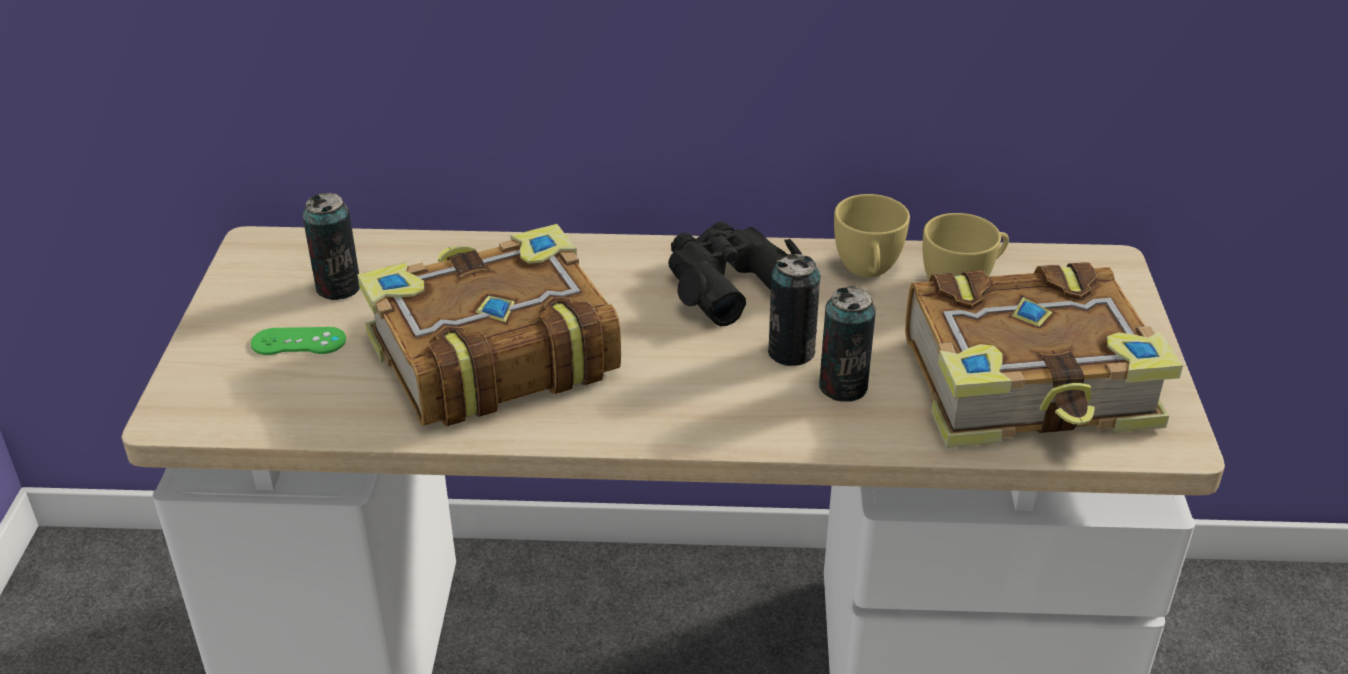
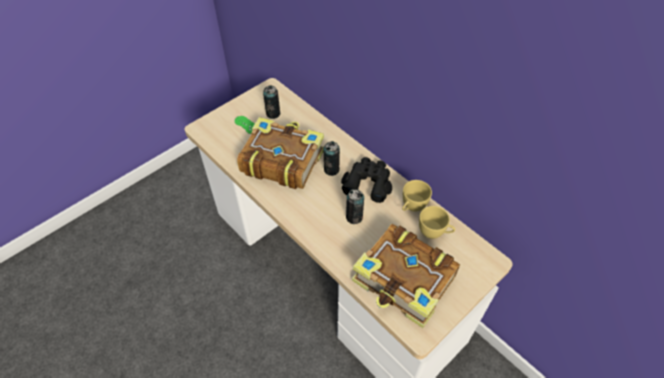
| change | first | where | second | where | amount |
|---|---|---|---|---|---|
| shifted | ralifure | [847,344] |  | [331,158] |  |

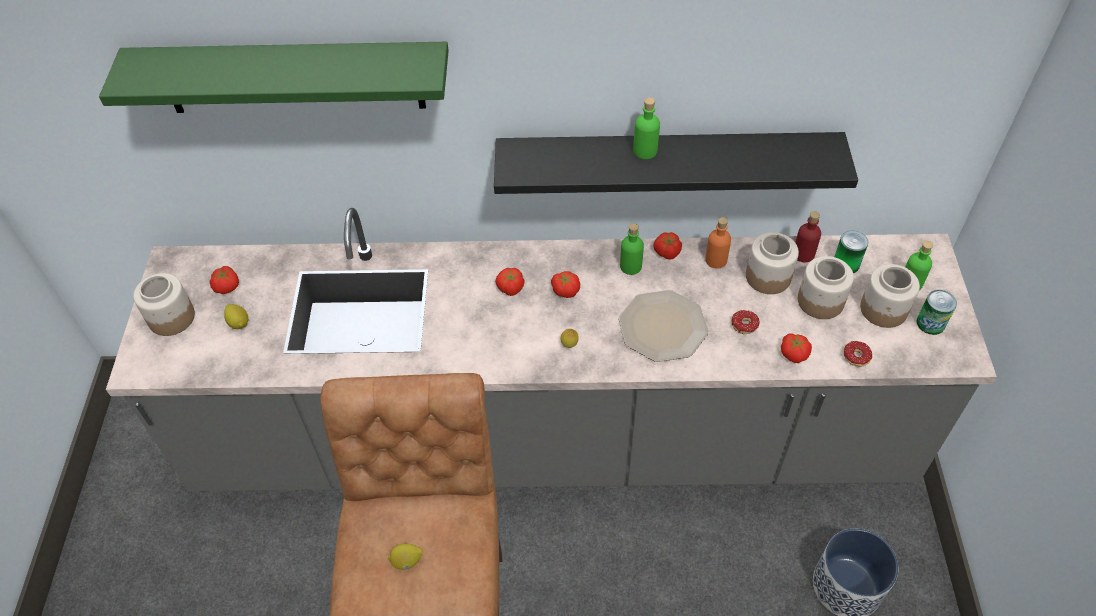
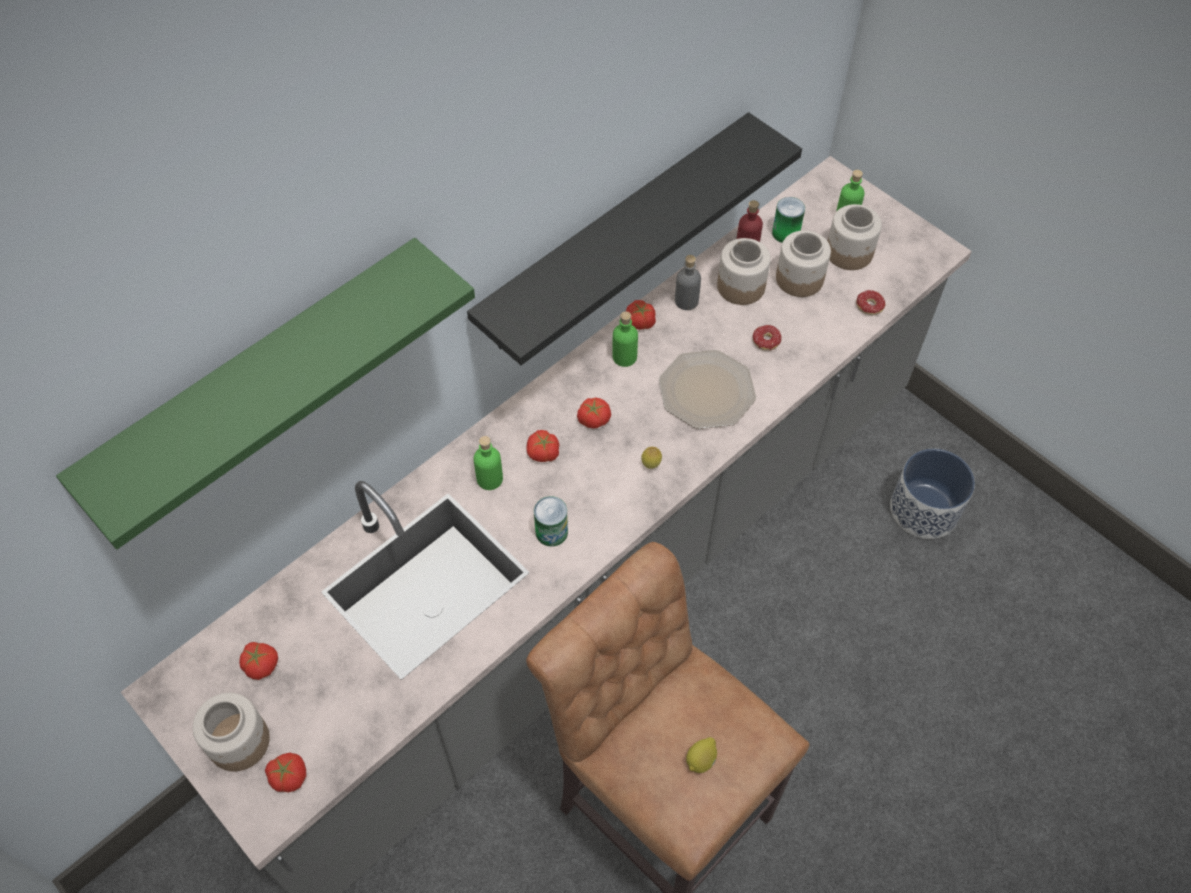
| change | first | where | second | where | amount |
|---|---|---|---|---|---|
| gone | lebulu | [236,316] |  |  |  |
| shifted | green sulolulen | [646,128] |  | [488,463] |  |
| shifted | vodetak | [796,348] |  | [285,773] |  |
| shifted | ralifure | [937,312] |  | [551,521] |  |
| repainted | orange sulolulen | [718,243] | grey sulolulen | [688,282] |  |

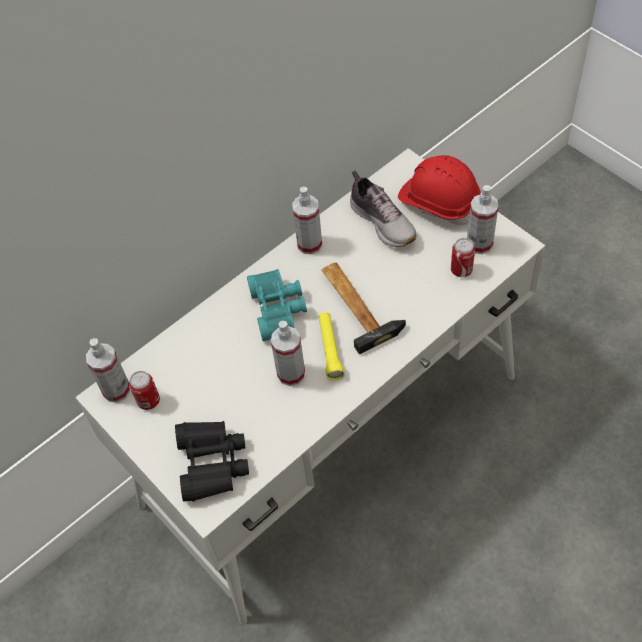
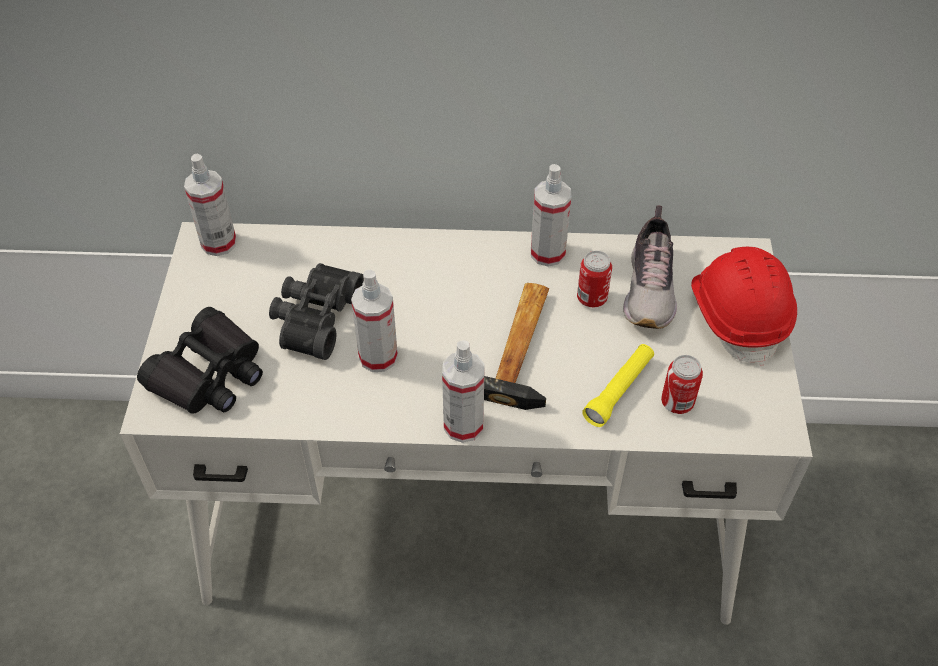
| change | first | where | second | where | amount |
|---|---|---|---|---|---|
| gone | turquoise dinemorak | [277,305] |  |  |  |
| new |  |  | black dinemorak | [316,311] |  |
| shifted | ralifure | [144,390] |  | [594,279] |  |
| shifted | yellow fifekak | [331,346] |  | [618,385] |  |
| shifted | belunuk | [483,219] |  | [463,391] |  |

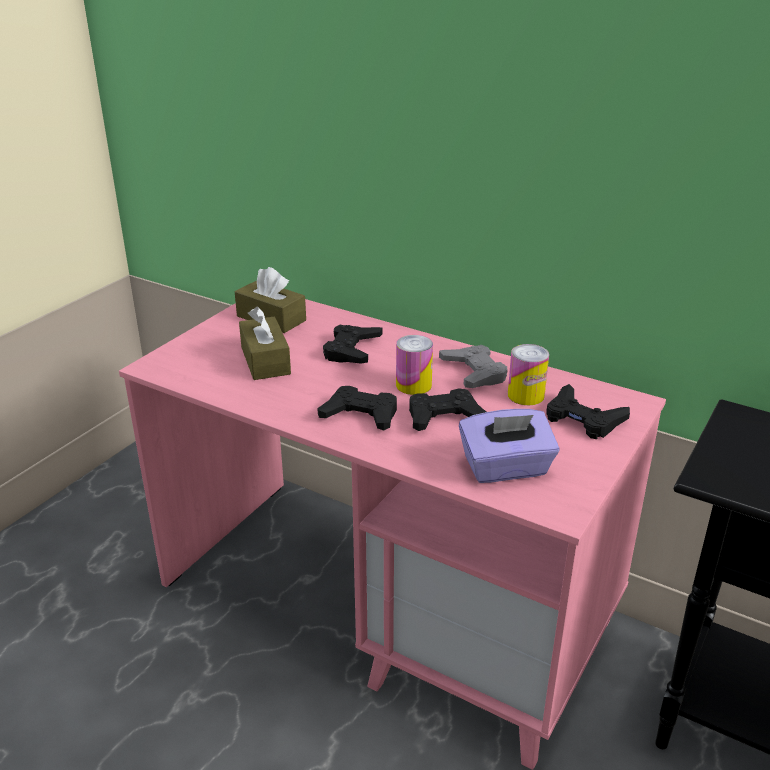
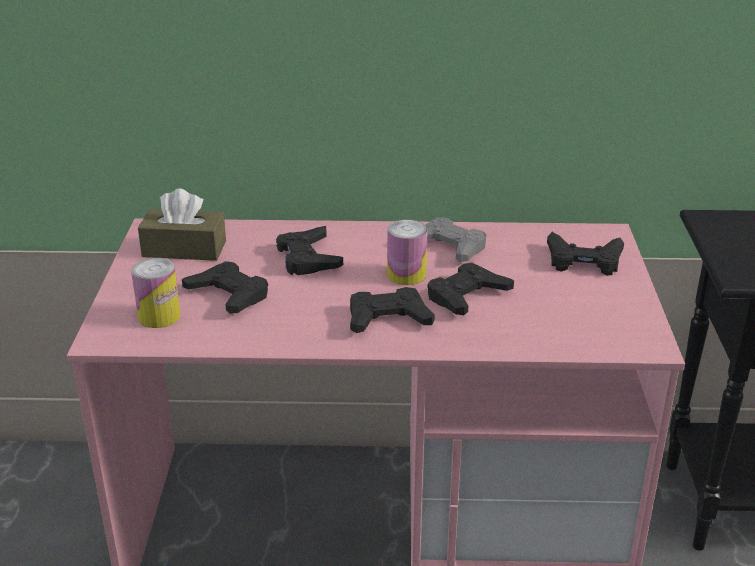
| change | first | where | second | where | amount |
|---|---|---|---|---|---|
| gone | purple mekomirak | [509,446] |  |  |  |
| shifted | ralifure | [528,374] |  | [156,293] |  |
| swapped | brown mekomirak | [265,343] | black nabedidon | [225,287] |  |

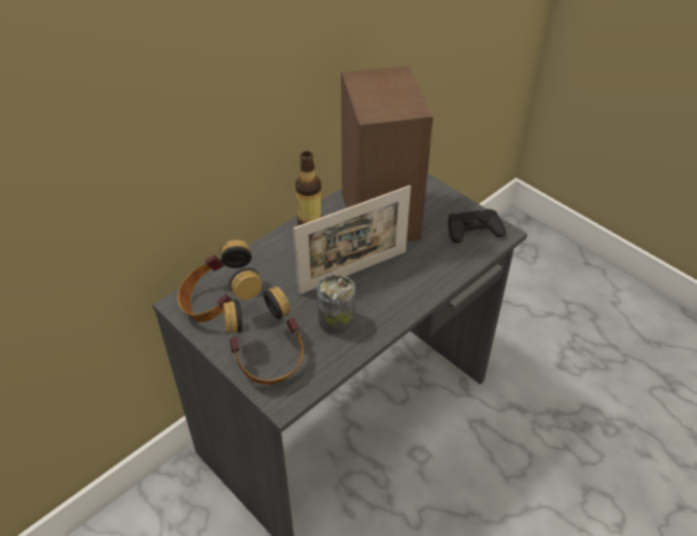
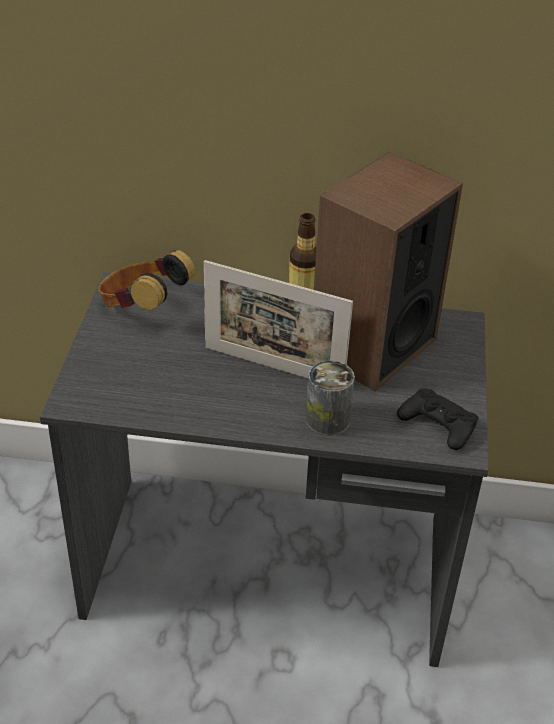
| change | first | where | second | where | amount |
|---|---|---|---|---|---|
| gone | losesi | [263,335] |  |  |  |
| shifted | ralifure | [336,305] |  | [330,398] |  |

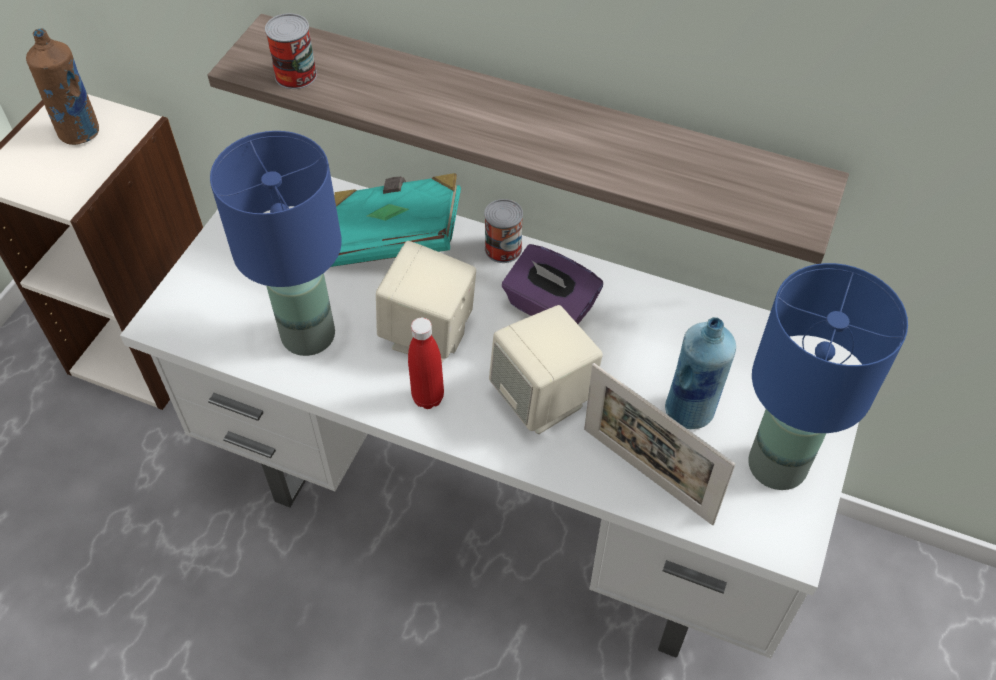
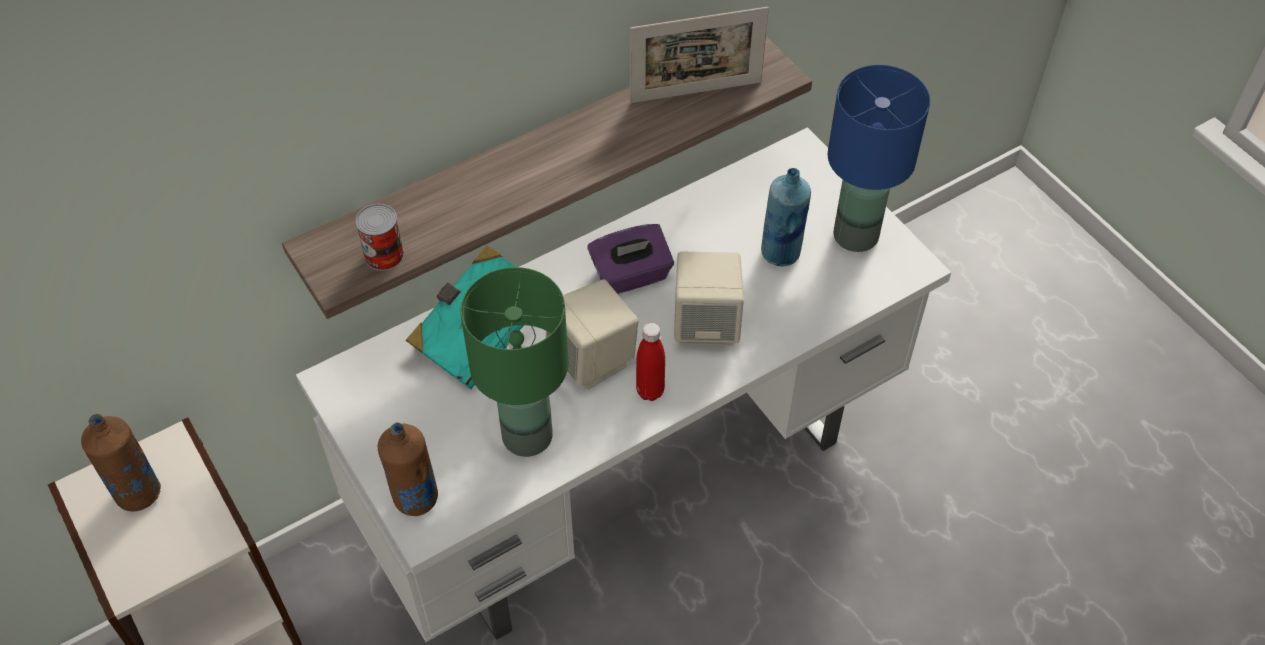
| change | first | where | second | where | amount |
|---|---|---|---|---|---|
| gone | ralifure | [503,231] |  |  |  |
| new |  |  | brown sulolulen | [408,469] |  |
| shifted | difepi | [660,444] |  | [699,55] |  |
| repainted | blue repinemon | [276,243] | green repinemon | [515,362] |  |

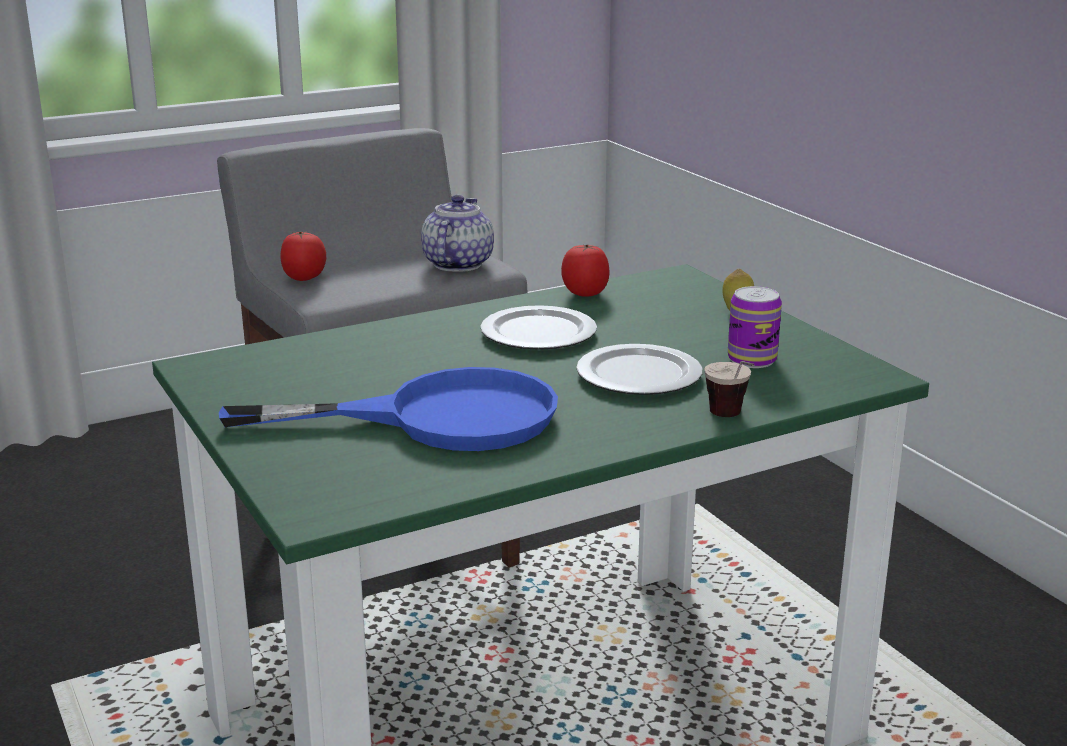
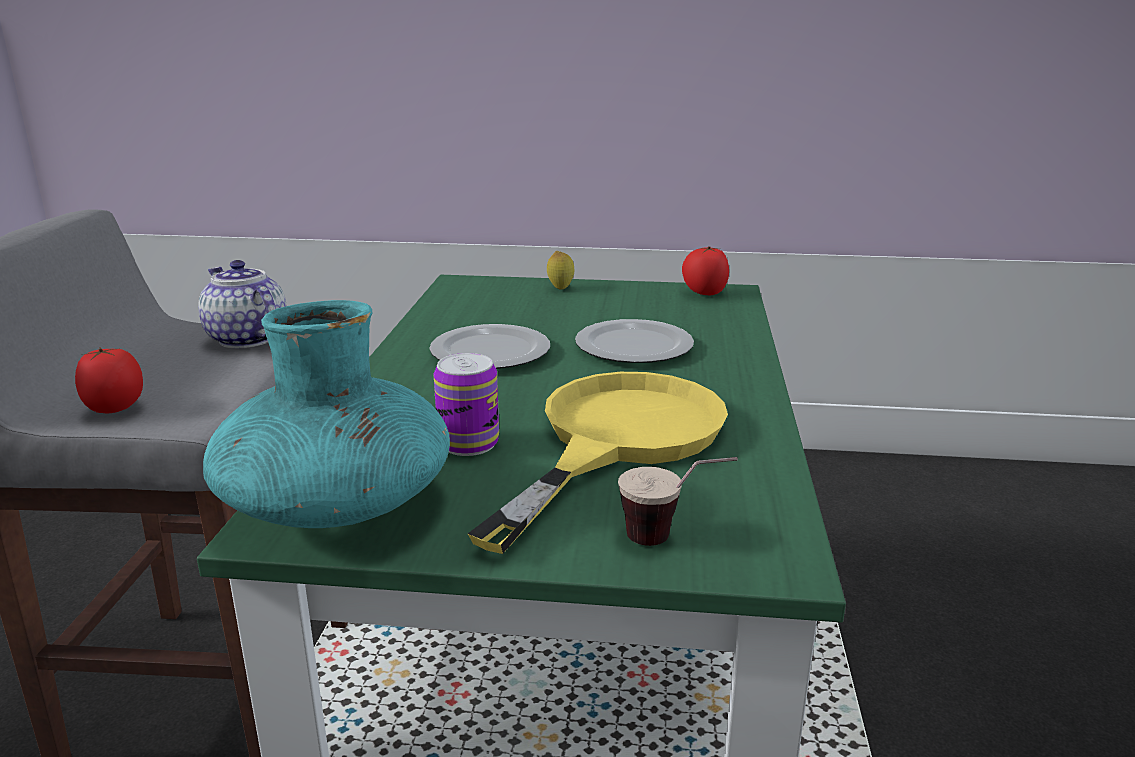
| change | first | where | second | where | amount |
|---|---|---|---|---|---|
| new |  |  | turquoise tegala | [326,414] |  |
| shifted | vodetak | [585,270] |  | [705,270] |  |
| shifted | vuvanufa | [729,389] |  | [678,501] |  |
| shifted | ralifure | [755,327] |  | [466,404] |  |
| repainted | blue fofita | [388,409] | yellow fofita | [598,463] |  |

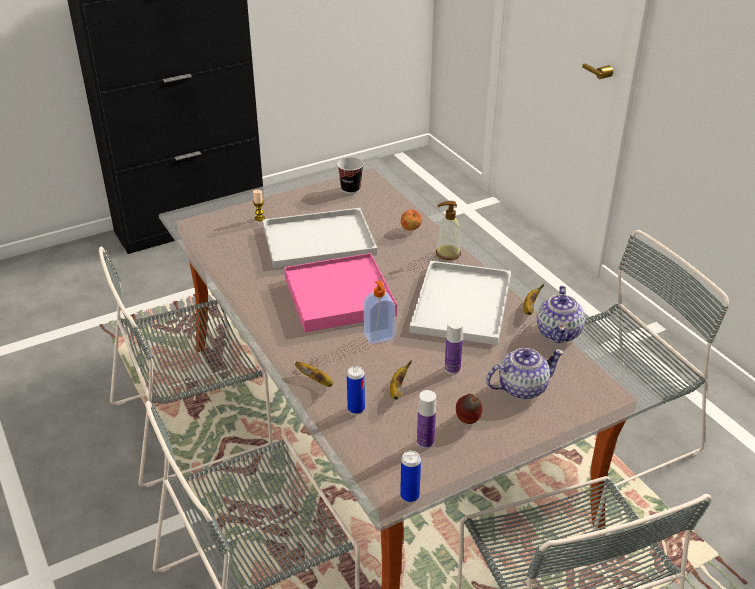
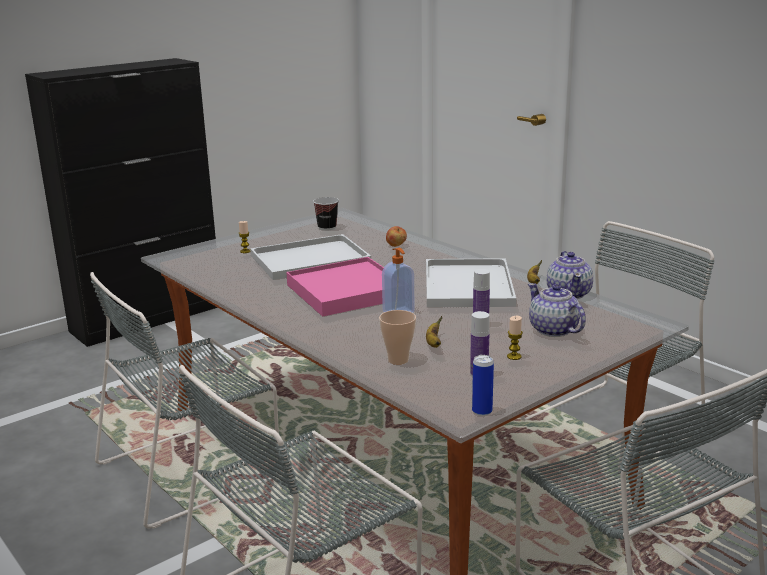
| change | first | where | second | where | amount |
|---|---|---|---|---|---|
| gone | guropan | [314,374] |  |  |  |
| gone | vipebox | [448,230] |  |  |  |
| swapped | ralifure | [356,390] | vuvanufa | [397,337] |  |
| swapped | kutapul | [469,409] | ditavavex | [515,338] |  |
| rotated | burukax | [525,373] |  | [557,310] | 90 degrees counterclockwise |

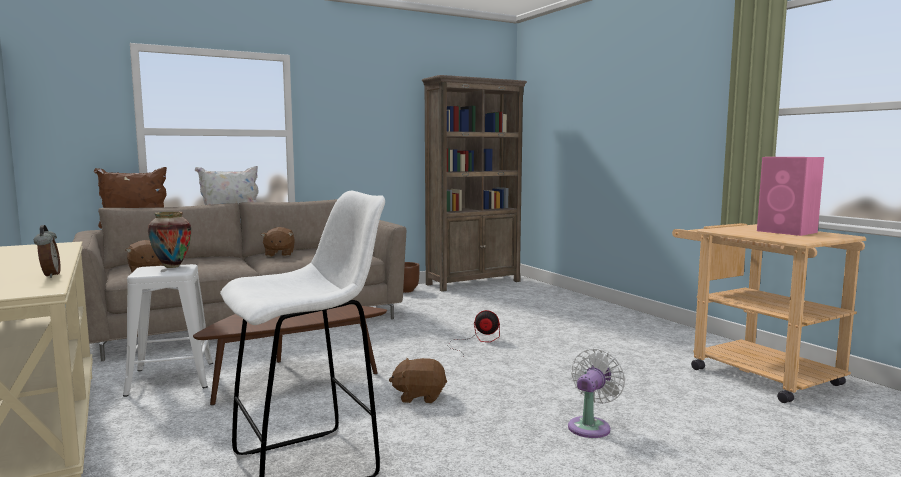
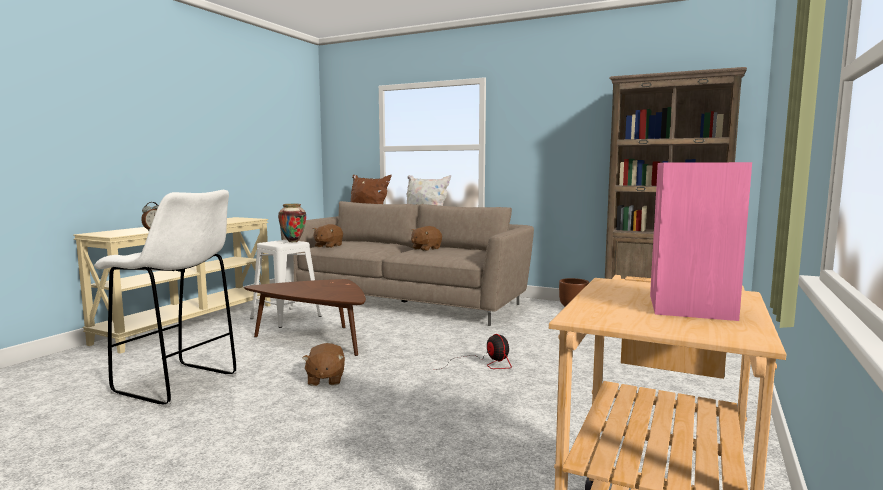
| change | first | where | second | where | amount |
|---|---|---|---|---|---|
| gone | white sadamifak | [597,393] |  |  |  |
| rotated | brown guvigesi | [418,380] |  | [323,364] | 150 degrees counterclockwise |

